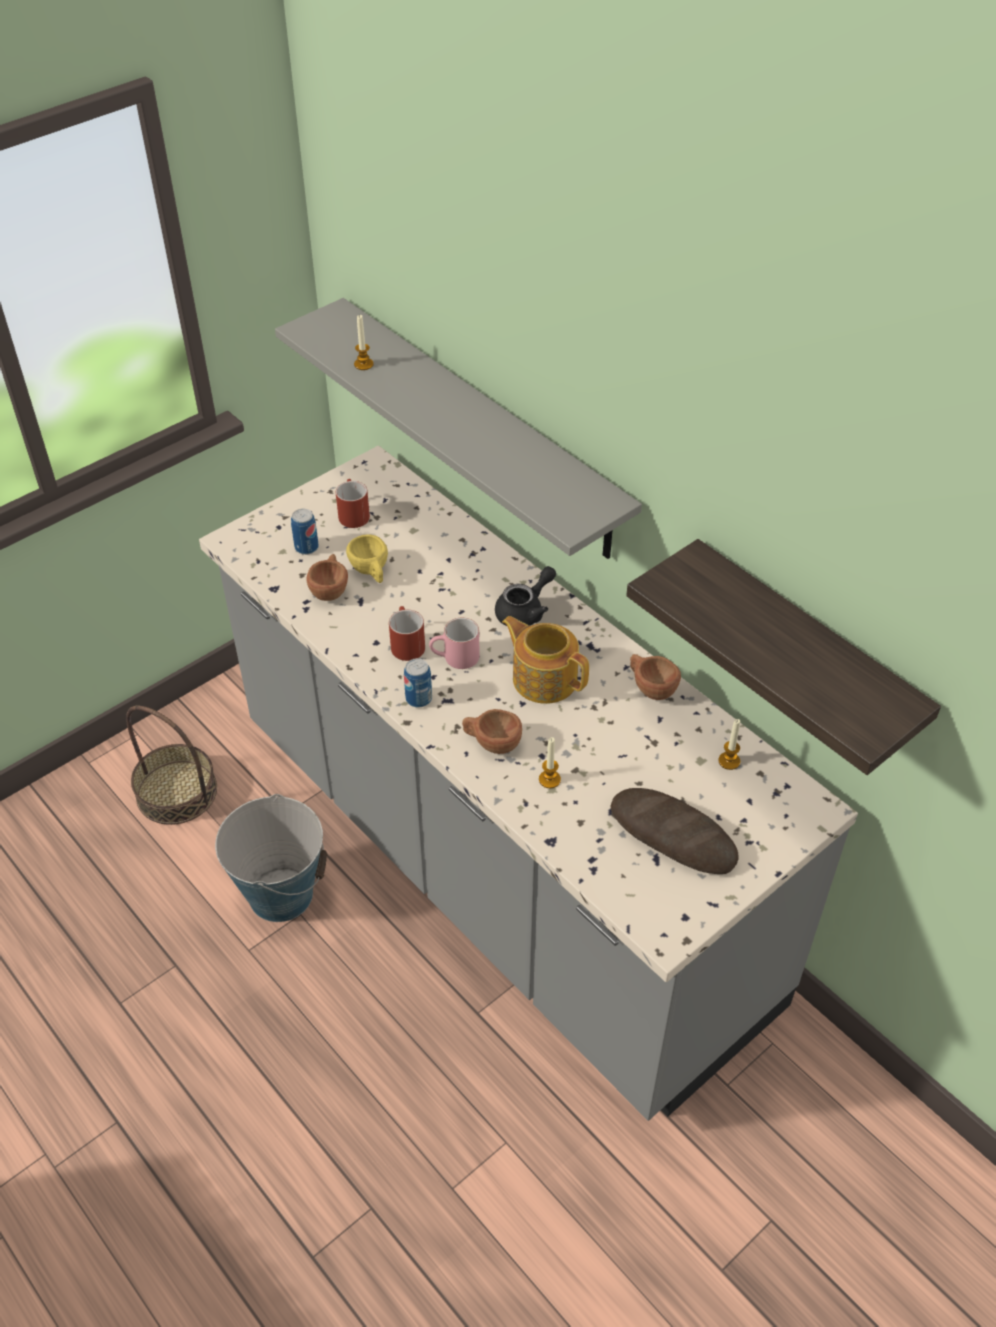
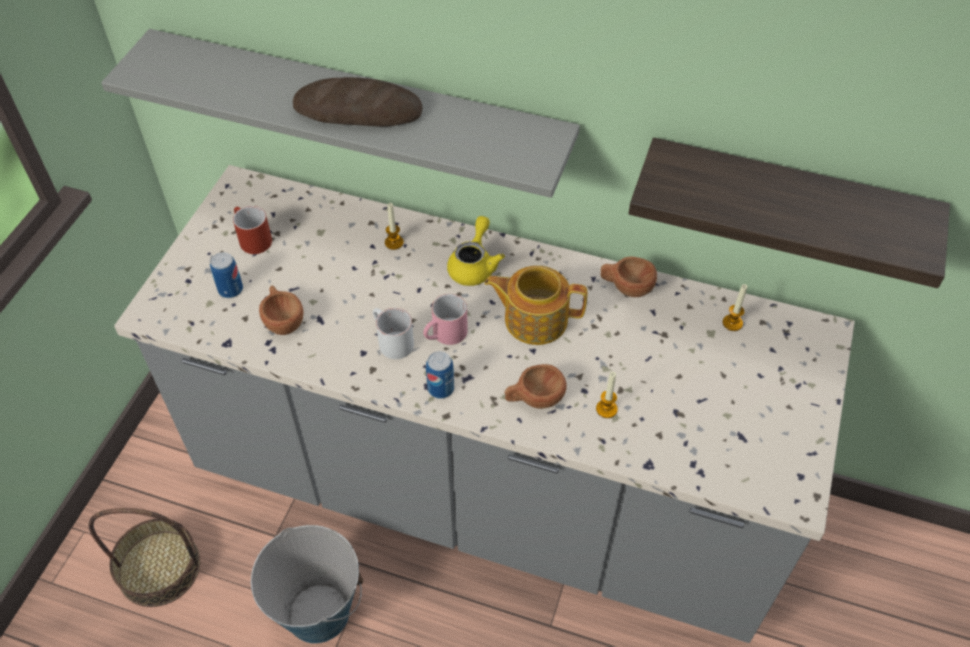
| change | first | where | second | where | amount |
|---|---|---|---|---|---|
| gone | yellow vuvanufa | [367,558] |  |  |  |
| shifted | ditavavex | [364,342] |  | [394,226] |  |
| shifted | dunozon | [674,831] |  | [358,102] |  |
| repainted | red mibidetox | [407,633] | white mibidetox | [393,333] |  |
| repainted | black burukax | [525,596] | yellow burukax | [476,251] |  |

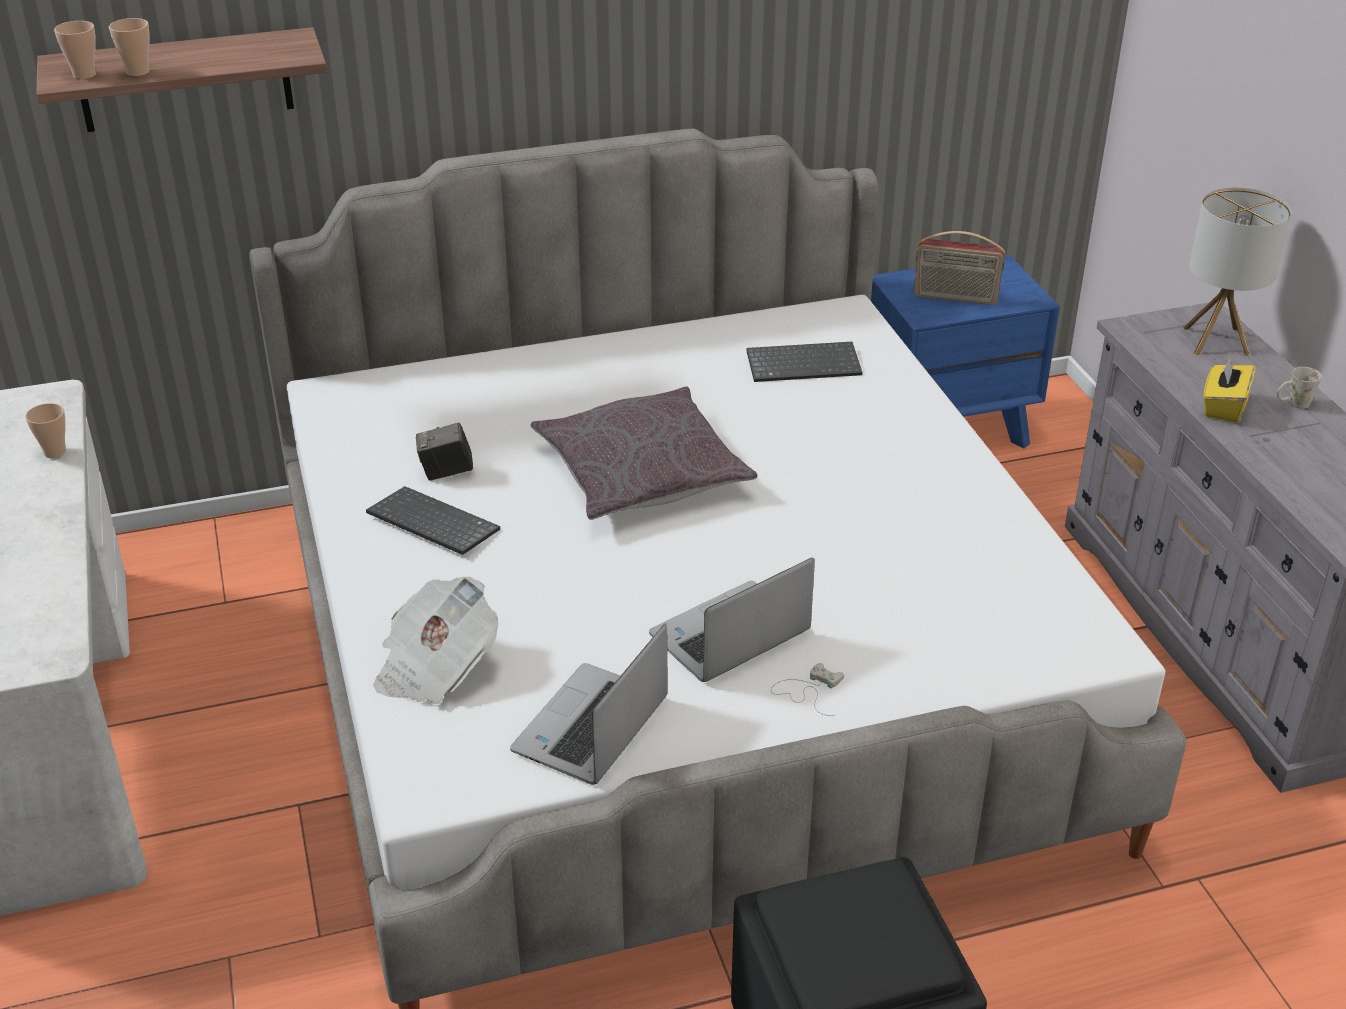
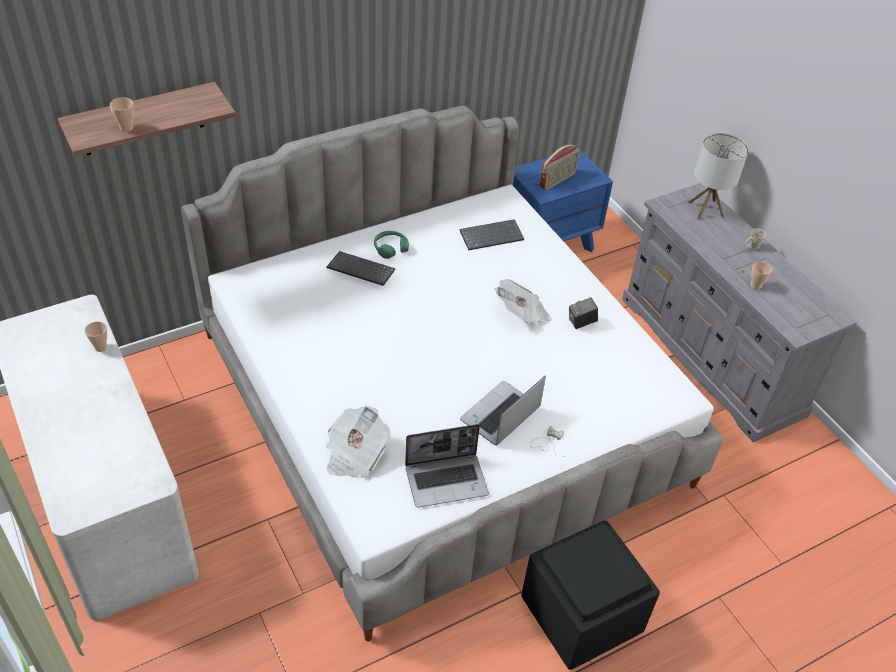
| change | first | where | second | where | amount |
|---|---|---|---|---|---|
| gone | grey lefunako | [644,453] |  |  |  |
| gone | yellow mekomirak | [1229,389] |  |  |  |
| new |  |  | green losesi | [391,245] |  |
| new |  |  | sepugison | [523,301] |  |
| shifted | vuvanufa | [75,50] |  | [761,275] |  |
| shifted | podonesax | [433,520] |  | [361,268] |  |
| shifted | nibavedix | [444,452] |  | [583,313] |  |
| rotated | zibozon | [589,704] |  | [447,466] | 120 degrees counterclockwise |
| rotated | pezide | [959,268] |  | [559,168] | 45 degrees counterclockwise |

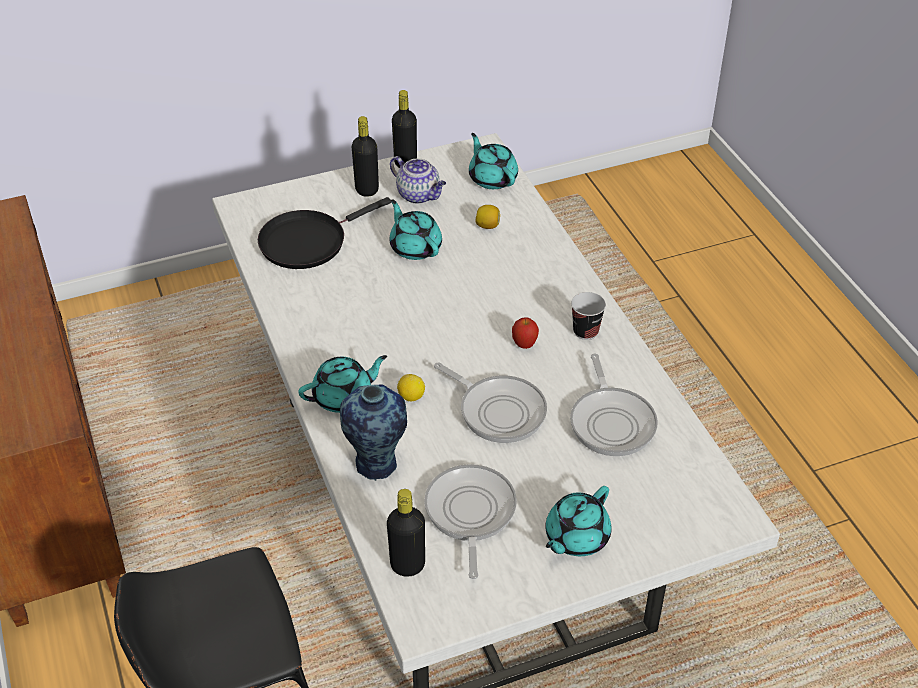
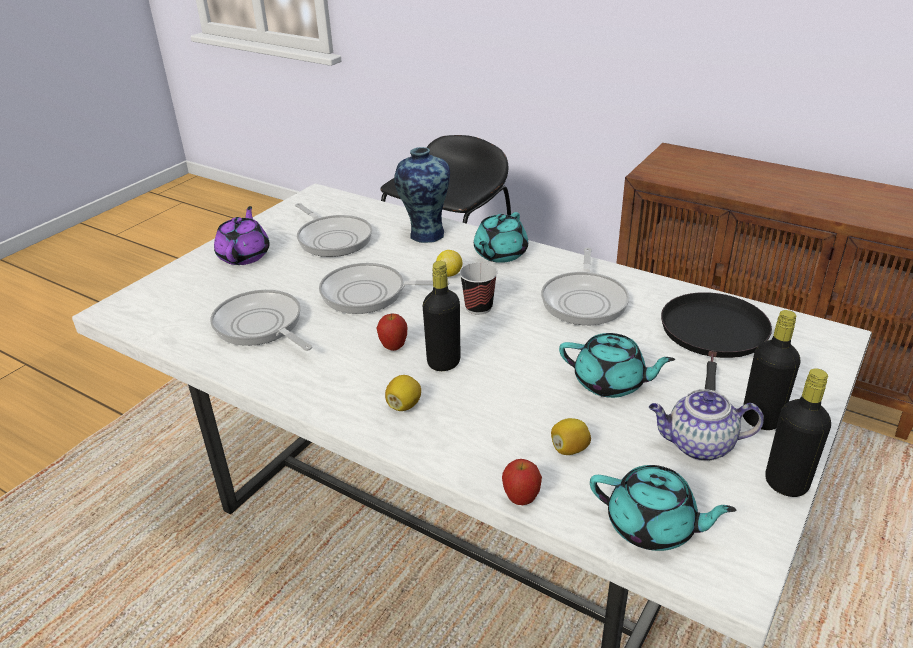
| change | first | where | second | where | amount |
|---|---|---|---|---|---|
| new |  |  | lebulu | [403,393] |  |
| new |  |  | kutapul | [522,482] |  |
| new |  |  | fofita | [585,286] |  |
| shifted | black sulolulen | [406,533] |  | [441,316] |  |
| shifted | vuvanufa | [588,316] |  | [478,289] |  |
| repainted | turquoise burukax | [578,521] | purple burukax | [242,235] |  |

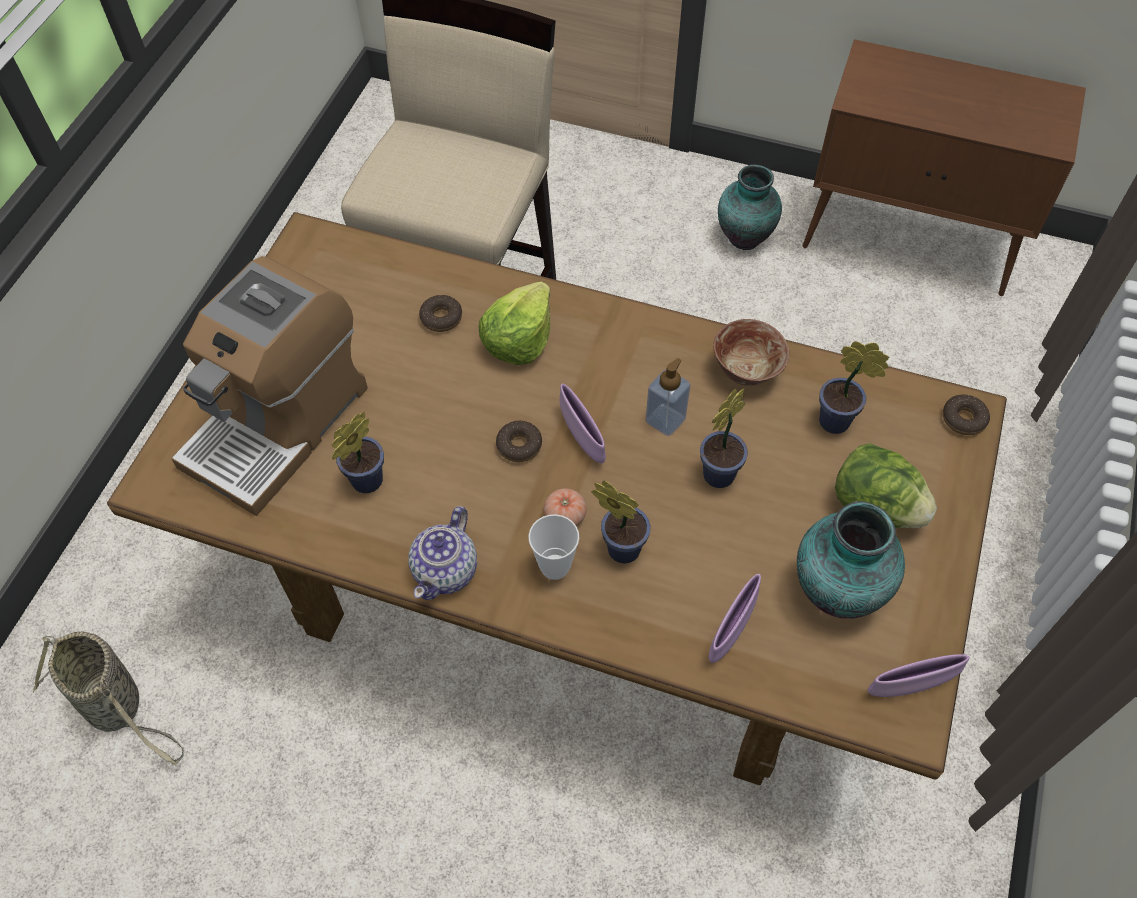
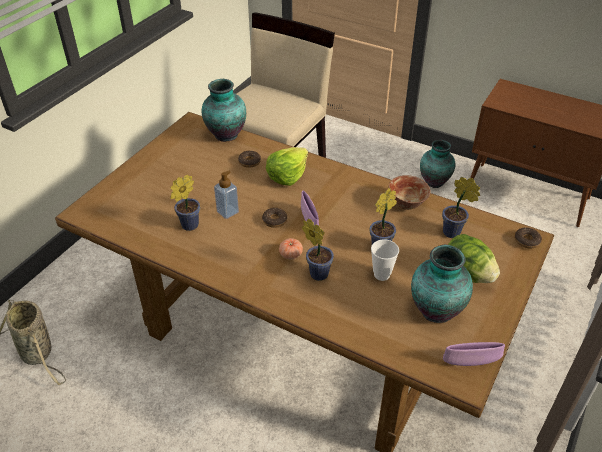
| change | first | where | second | where | amount |
|---|---|---|---|---|---|
| gone | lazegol | [269,386] |  |  |  |
| gone | burukax | [443,553] |  |  |  |
| gone | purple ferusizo | [735,618] |  |  |  |
| new |  |  | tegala | [223,110] |  |
| shifted | vuvanufa | [553,547] |  | [385,260] |  |
| shifted | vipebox | [668,397] |  | [226,195] |  |

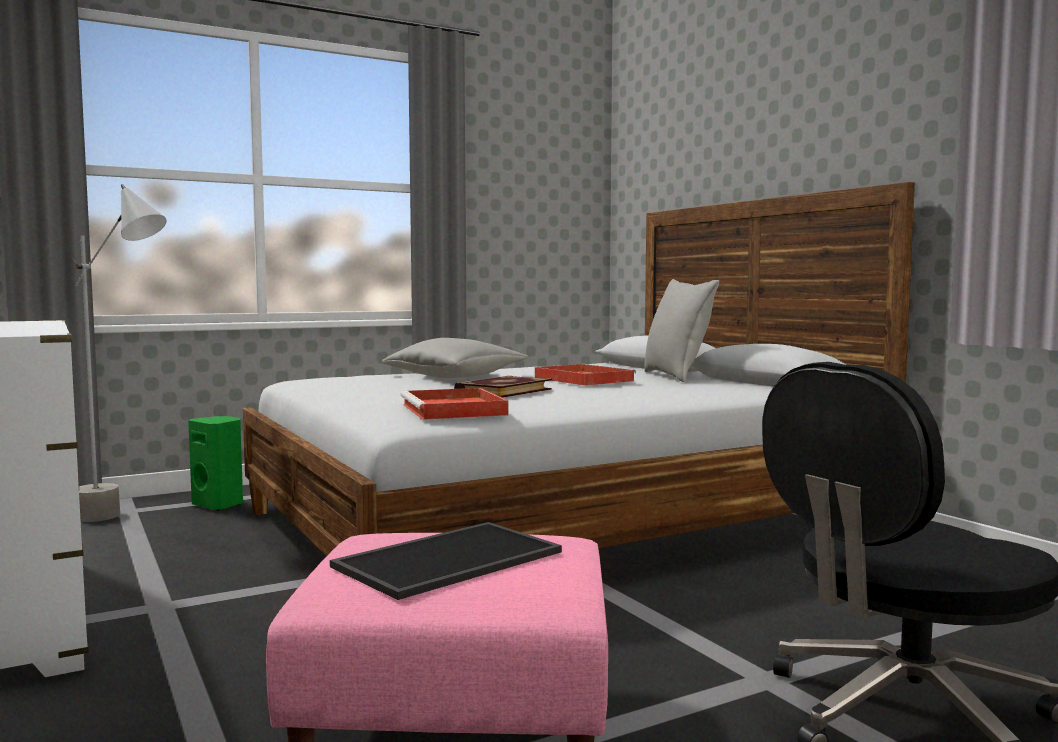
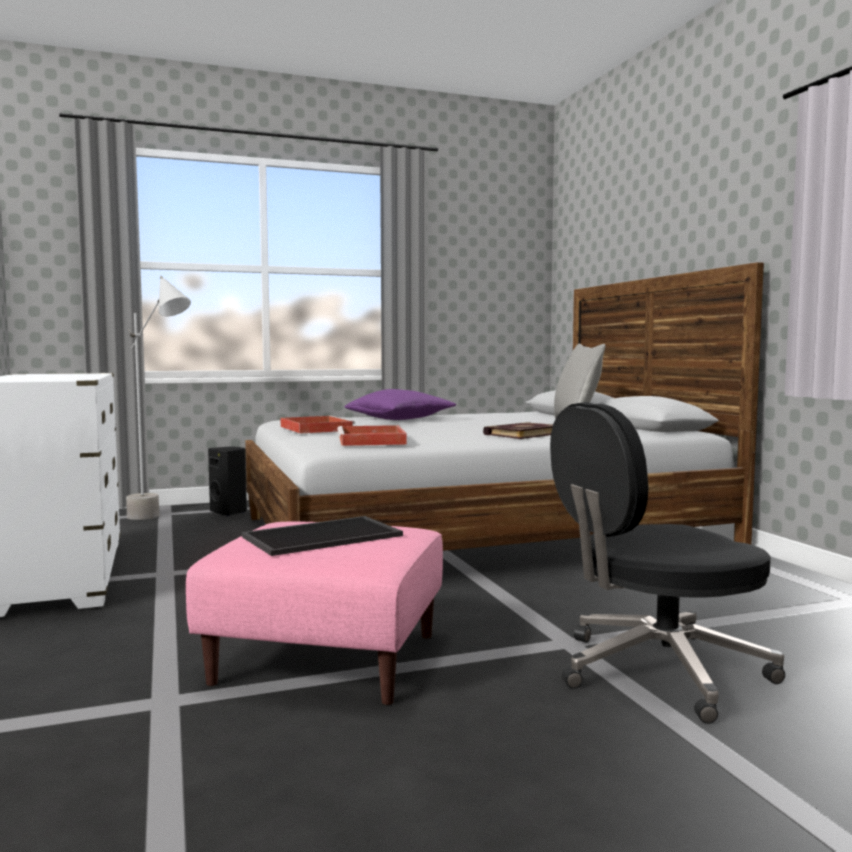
| change | first | where | second | where | amount |
|---|---|---|---|---|---|
| shifted | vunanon | [503,387] |  | [518,430] |  |
| shifted | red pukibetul | [585,375] |  | [318,425] |  |
| repainted | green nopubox | [215,463] | black nopubox | [227,481] |  |
| repainted | grey lefunako | [455,358] | purple lefunako | [400,404] |  |

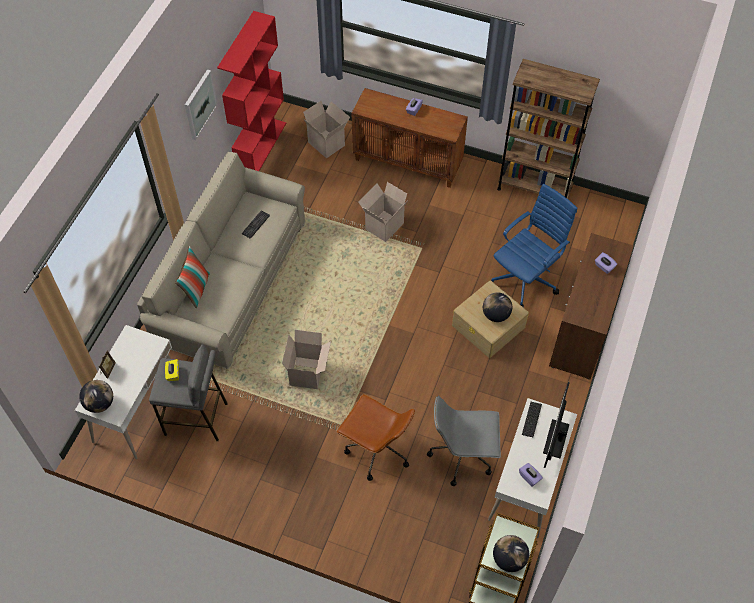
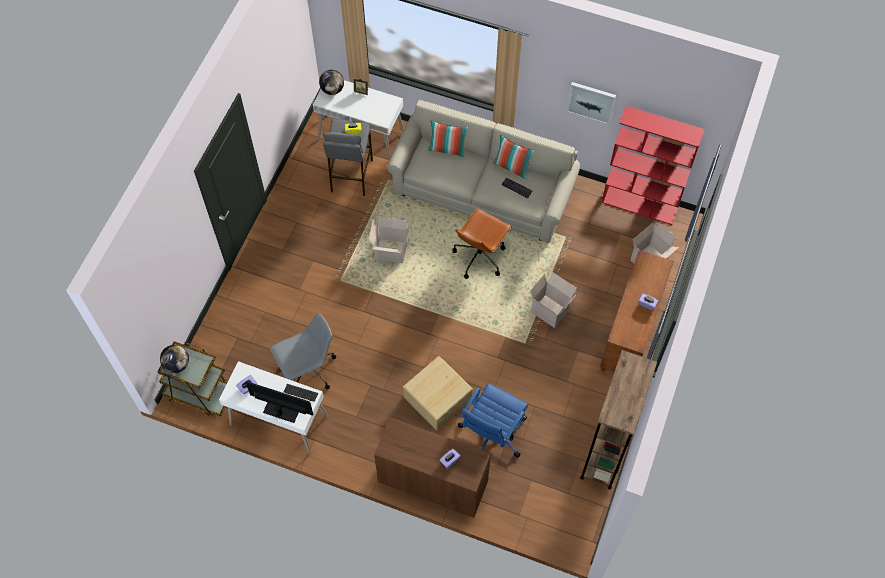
| change | first | where | second | where | amount |
|---|---|---|---|---|---|
| gone | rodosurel | [497,307] |  |  |  |
| new |  |  | lefunako | [514,157] |  |
| shifted | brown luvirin | [376,437] |  | [482,243] |  |
| rotated | grey luvirin | [464,440] |  | [303,350] | 60 degrees clockwise |
| rotated | blue luvirin | [534,246] |  | [493,420] | 75 degrees clockwise |

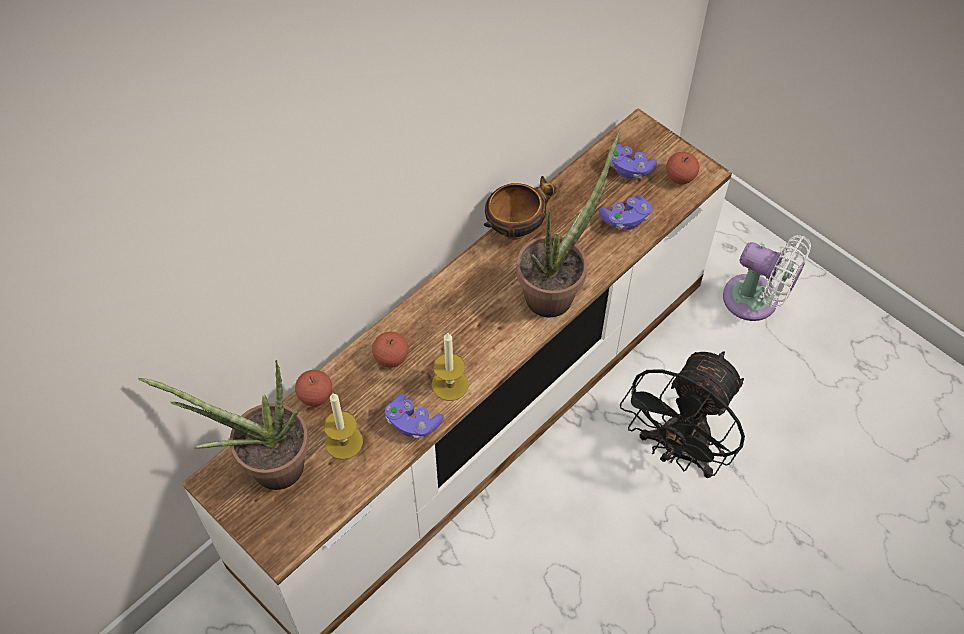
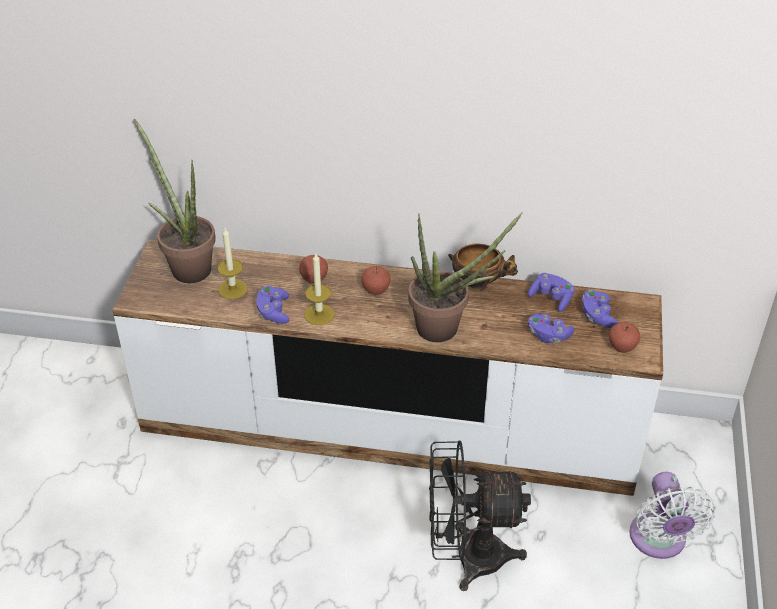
| change | first | where | second | where | amount |
|---|---|---|---|---|---|
| new |  |  | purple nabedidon | [551,292] |  |
| shifted | kutapul | [313,388] |  | [376,280] |  |

